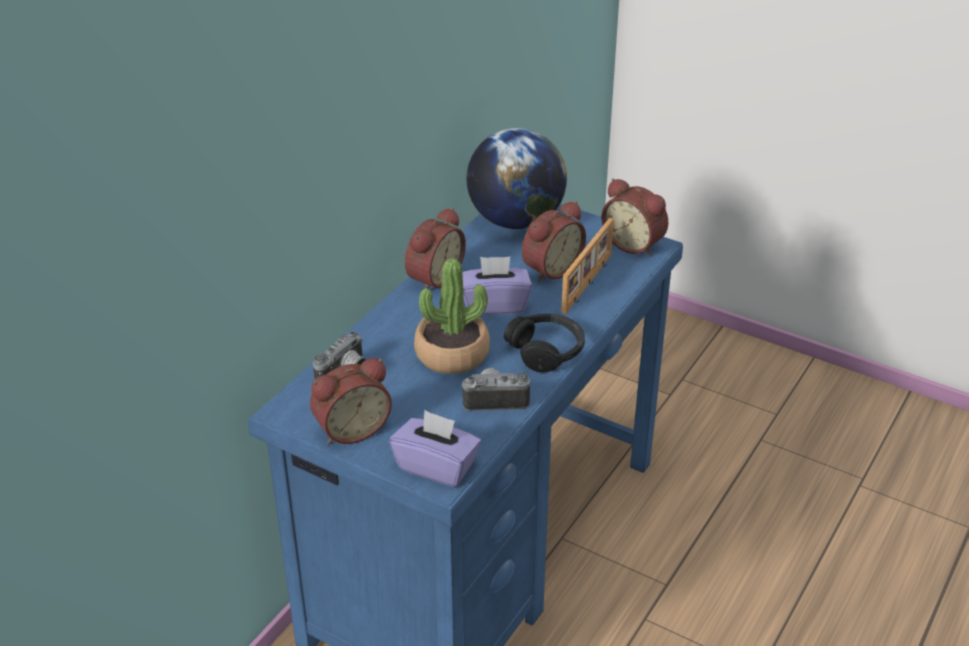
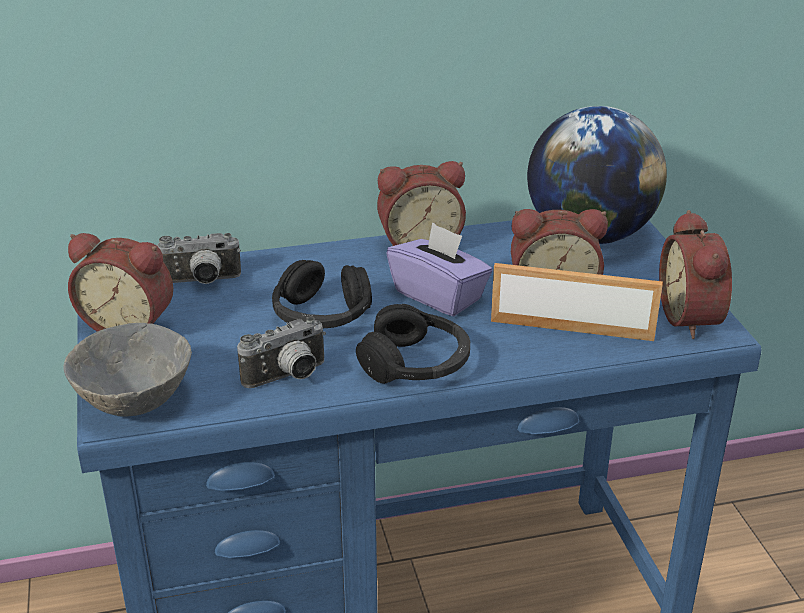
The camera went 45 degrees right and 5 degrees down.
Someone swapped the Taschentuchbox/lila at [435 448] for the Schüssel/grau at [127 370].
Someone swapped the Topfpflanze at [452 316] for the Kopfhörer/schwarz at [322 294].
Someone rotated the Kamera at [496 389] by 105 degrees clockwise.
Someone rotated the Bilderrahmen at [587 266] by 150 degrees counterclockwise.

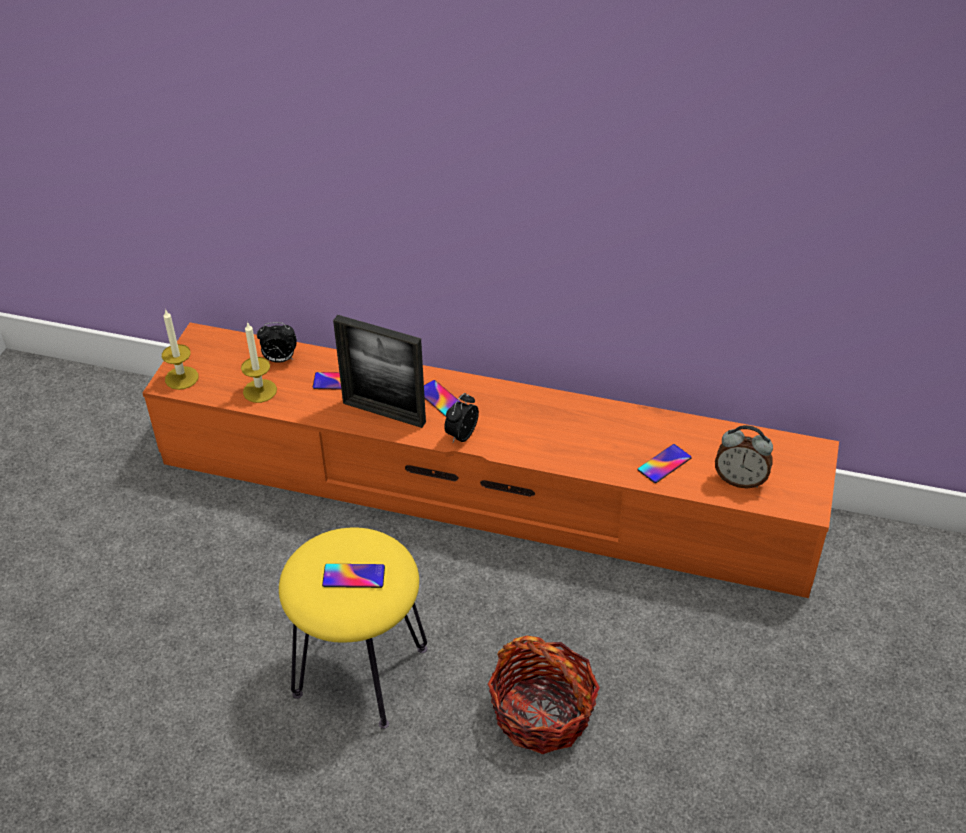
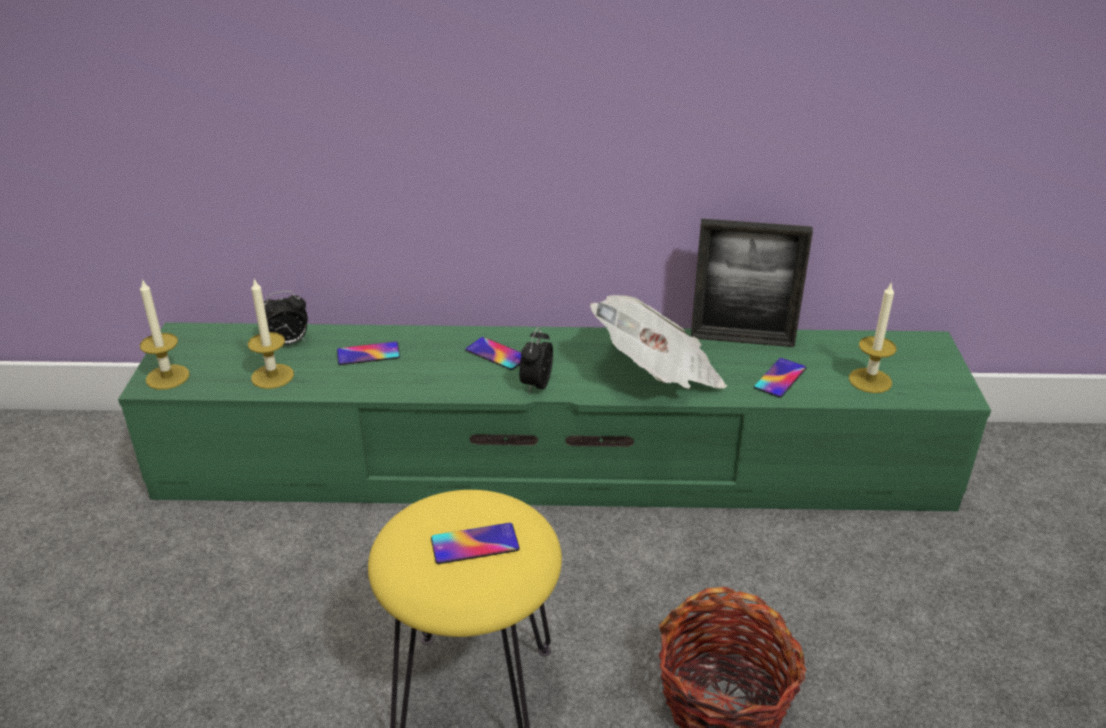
The camera went 15 degrees left and 10 degrees down.
Someone put down the Zeitung at [658 342].
Someone carried the Bilderrahmen from [379 371] to [752 283].
Someone swapped the Wecker at [744 456] for the Kerze at [872 337].
Someone repainted the Fernsehschrank/orange at [491 460], which became the Fernsehschrank/grün at [554 416].

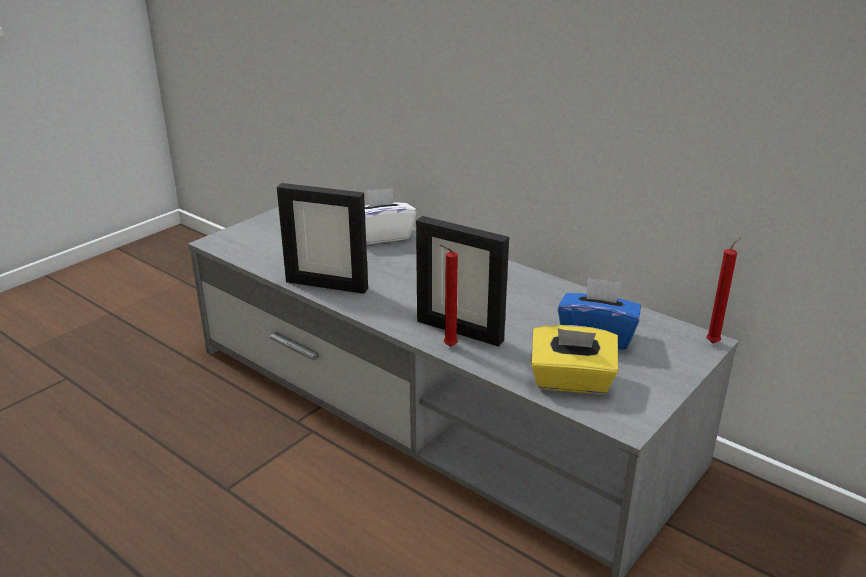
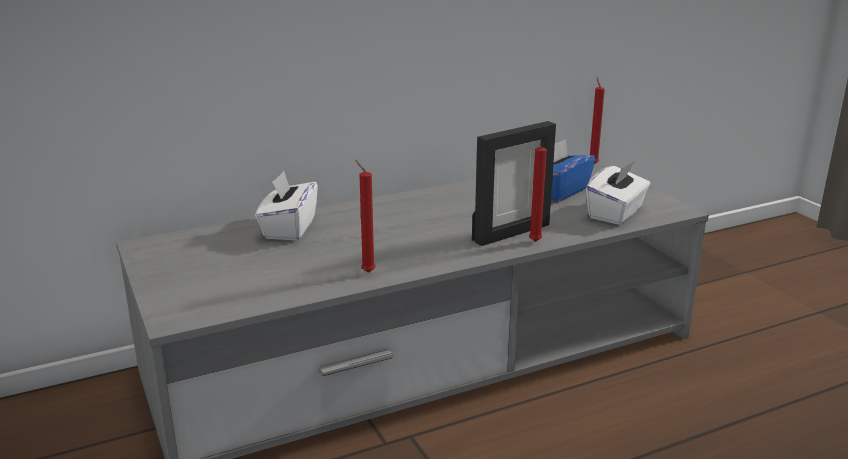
The camera went 65 degrees left and 5 degrees down.
Someone swapped the Bilderrahmen at [322 238] for the Kerze/rot at [365 216].
Someone repainted the Taschentuchbox/gelb at [574 359], which became the Taschentuchbox/weiß at [618 193].

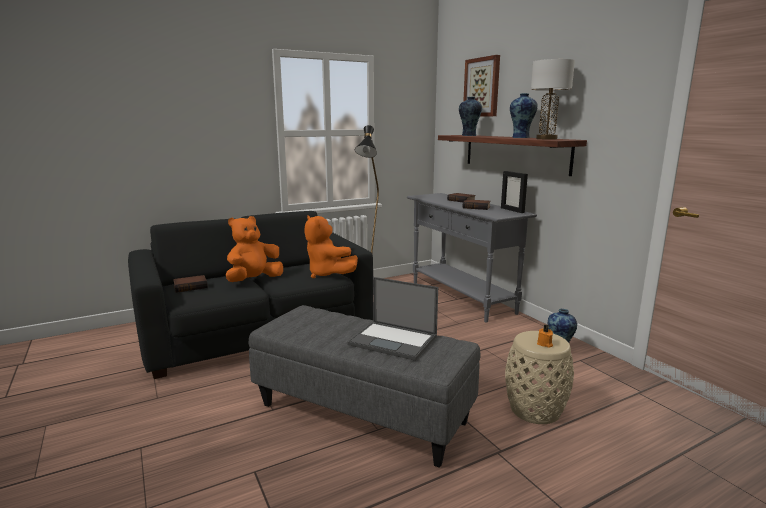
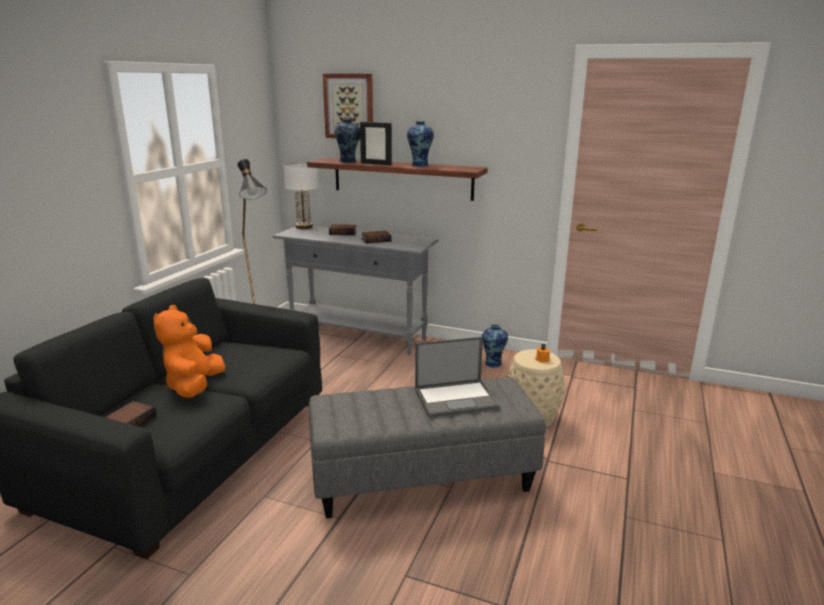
The camera went 40 degrees left and 5 degrees up.
Someone took away the Plüschtier/orange at [331 246].
Someone carried the Bilderrahmen from [514 192] to [376 143].
Someone carried the Tischlampe from [553 99] to [301 196].

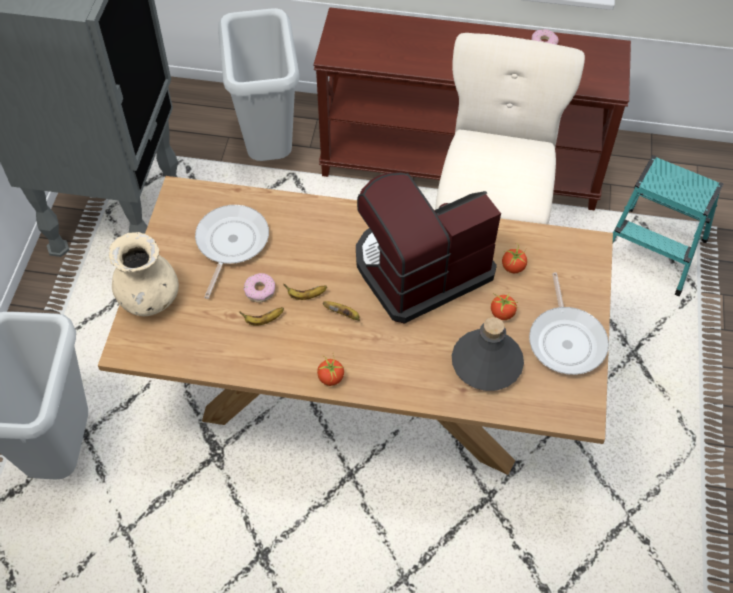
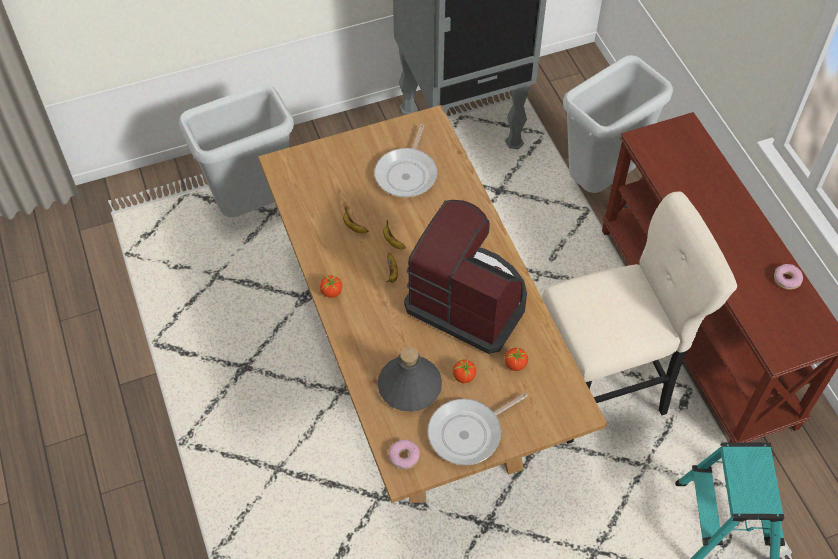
The camera went 60 degrees right and 0 degrees up.
Someone took away the Vase/beige at [144 274].
Someone carried the Donut from [259 288] to [404 455].
Someone rotated the Pfanne at [232 252] by 120 degrees clockwise.

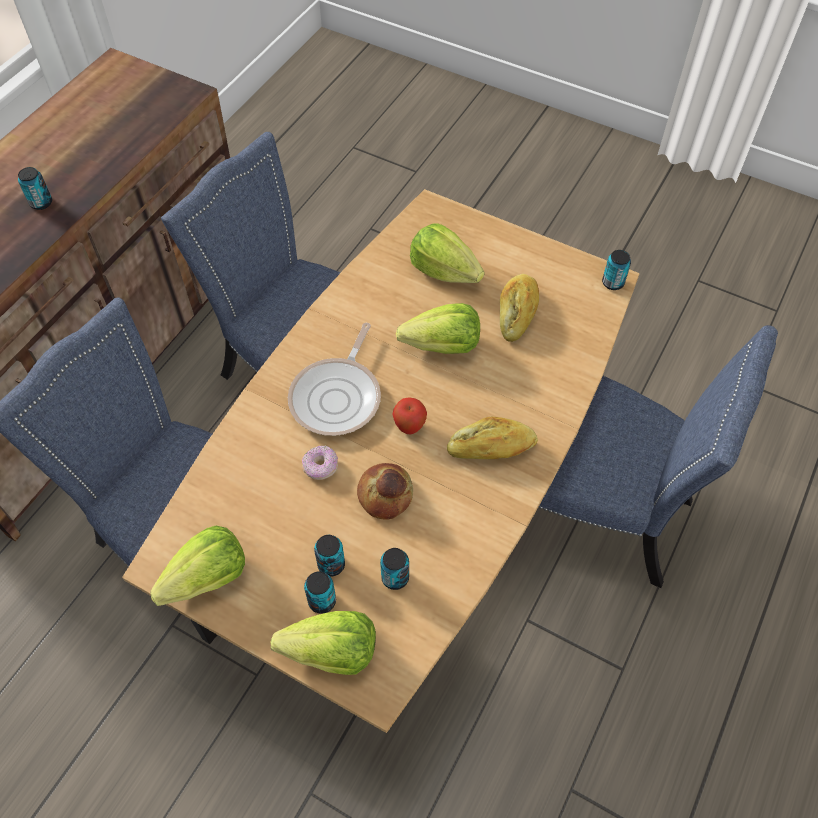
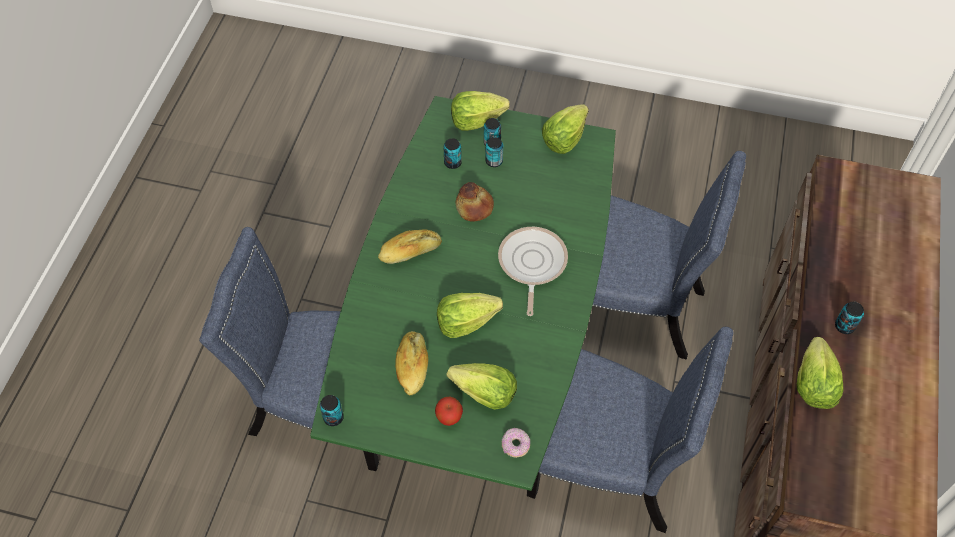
The camera went 165 degrees right and 0 degrees up.
Someone put down the Salatkopf at [820 373].
Someone carried the Donut from [320 462] to [516 443].
Someone carried the Apfel from [410 416] to [449 411].
Someone repainted the Esstisch/braun at [381 461], which became the Esstisch/grün at [463 293].

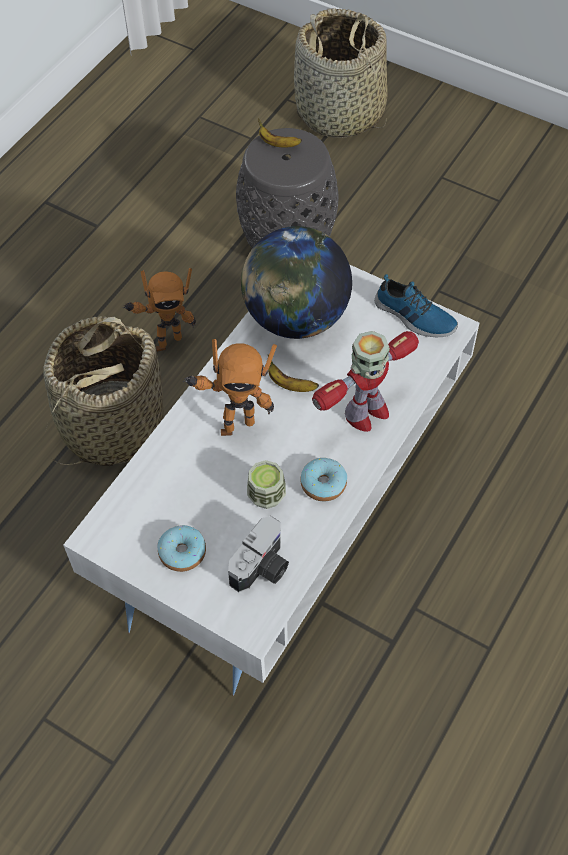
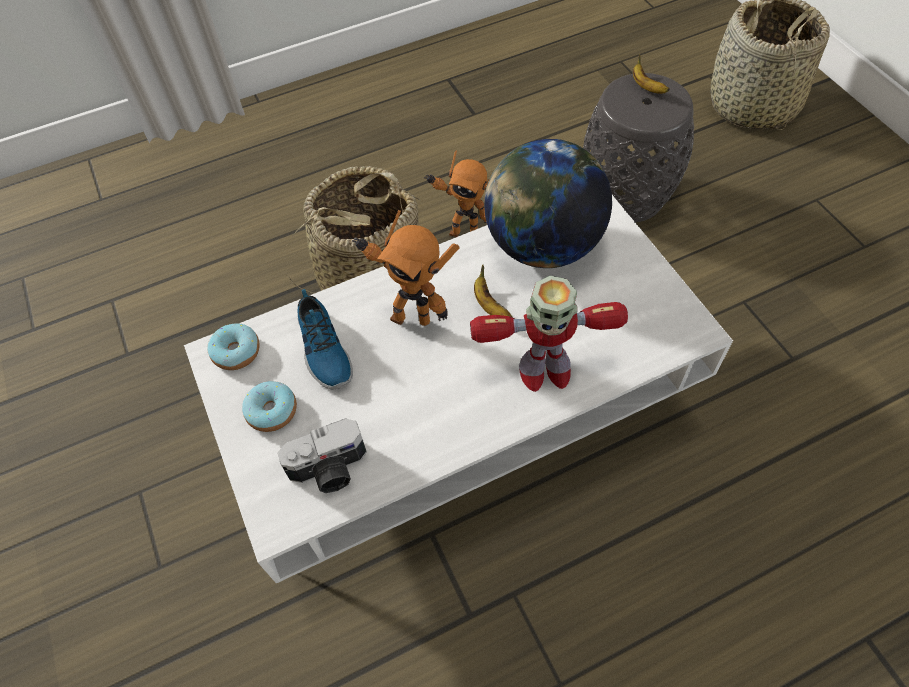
The camera went 35 degrees right and 0 degrees up.
Someone took away the Tasse at [266 484].
Someone carried the Donut from [323 479] to [233 347].
Someone carried the Schuh from [416 305] to [325 339].

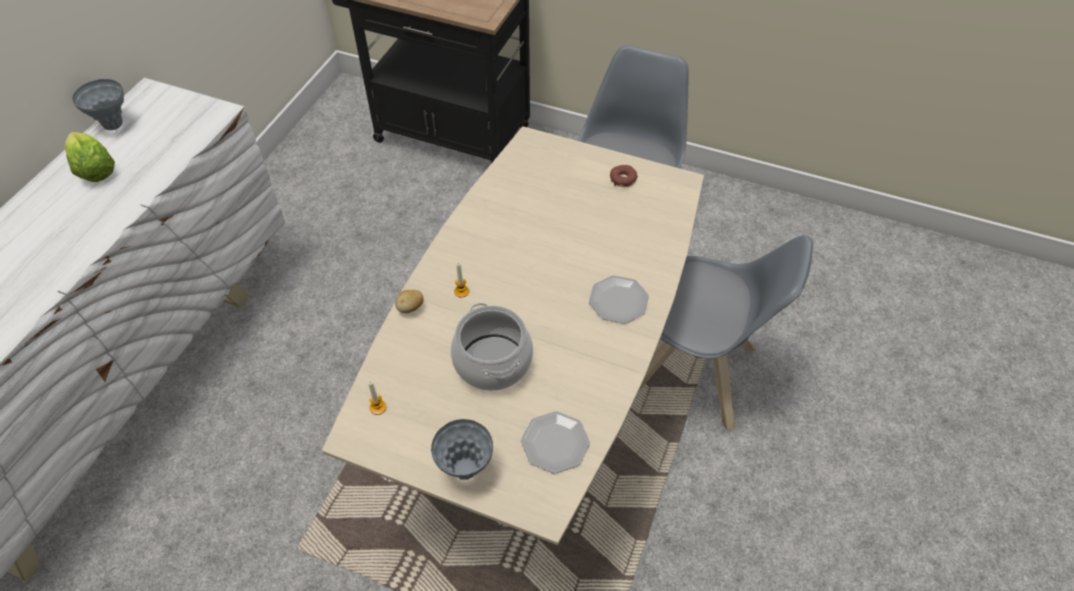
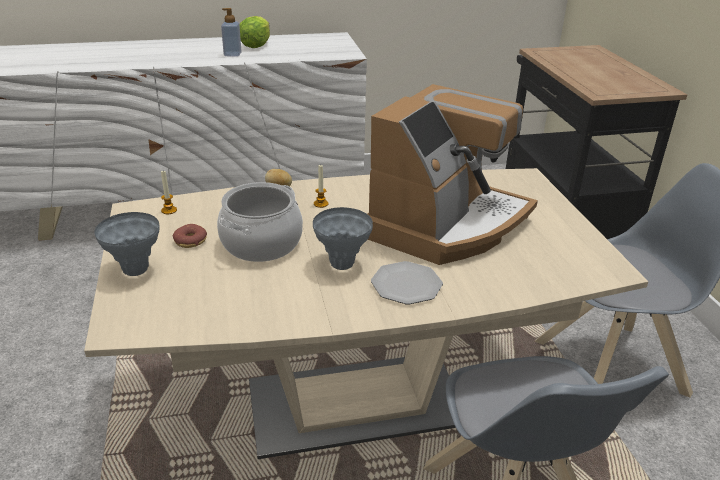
The camera went 55 degrees right and 20 degrees down.
Someone took away the Teller at [555 442].
Someone put down the Seifenspender at [231 32].
Someone put down the Kaffeemaschine at [452 174].
Someone carried the Vase/grau from [98 104] to [343 238].
Someone carried the Donut from [624 176] to [190 236].

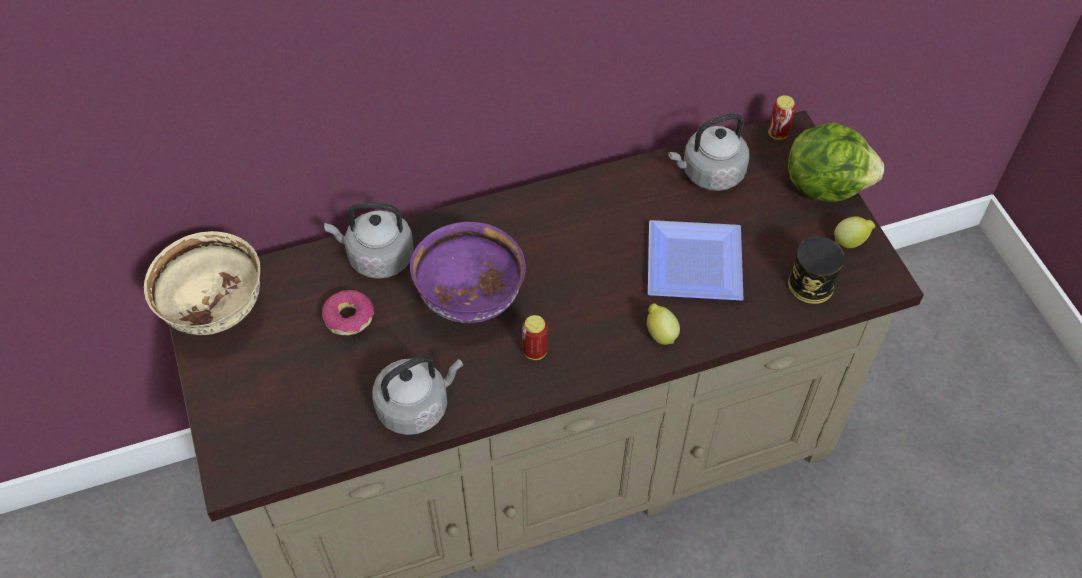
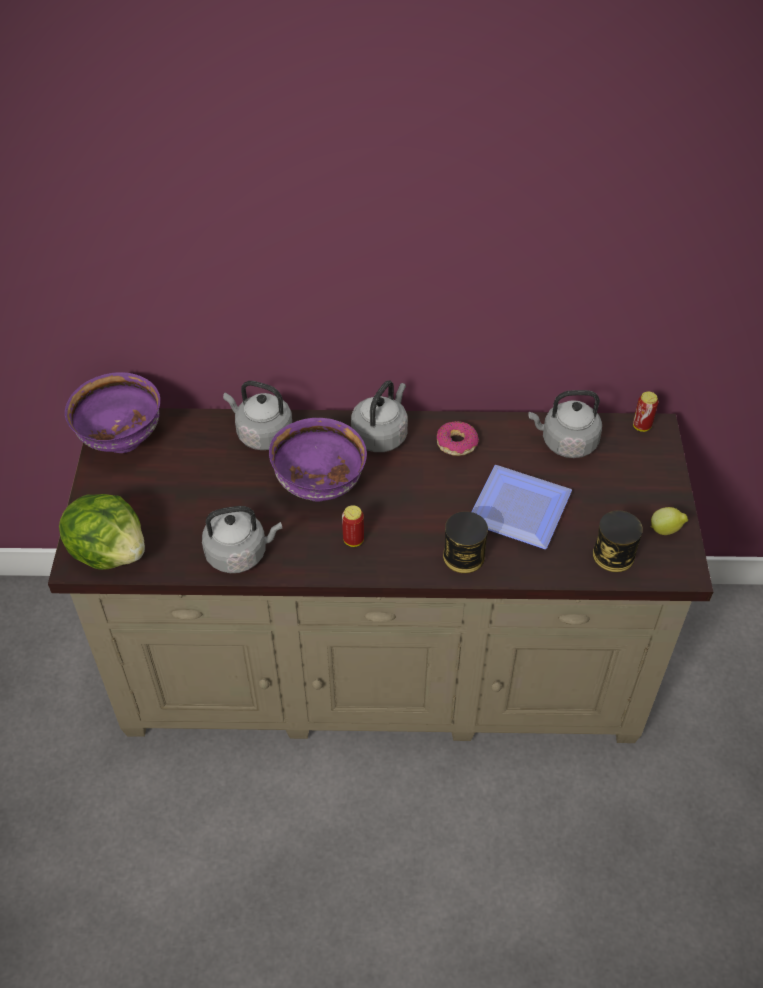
The camera went 20 degrees right and 5 degrees down.
Someone put down the Wasserkessel/grau at [379 416].
Someone carried the Donut from [348 312] to [458 438].
Someone carried the Salatkopf from [836 162] to [102 532].
Someone swapped the Zitrone at [663 324] for the Dose at [465 542].
Someone repainted the Schüssel/beige at [202 283], which became the Schüssel/lila at [112 412].

